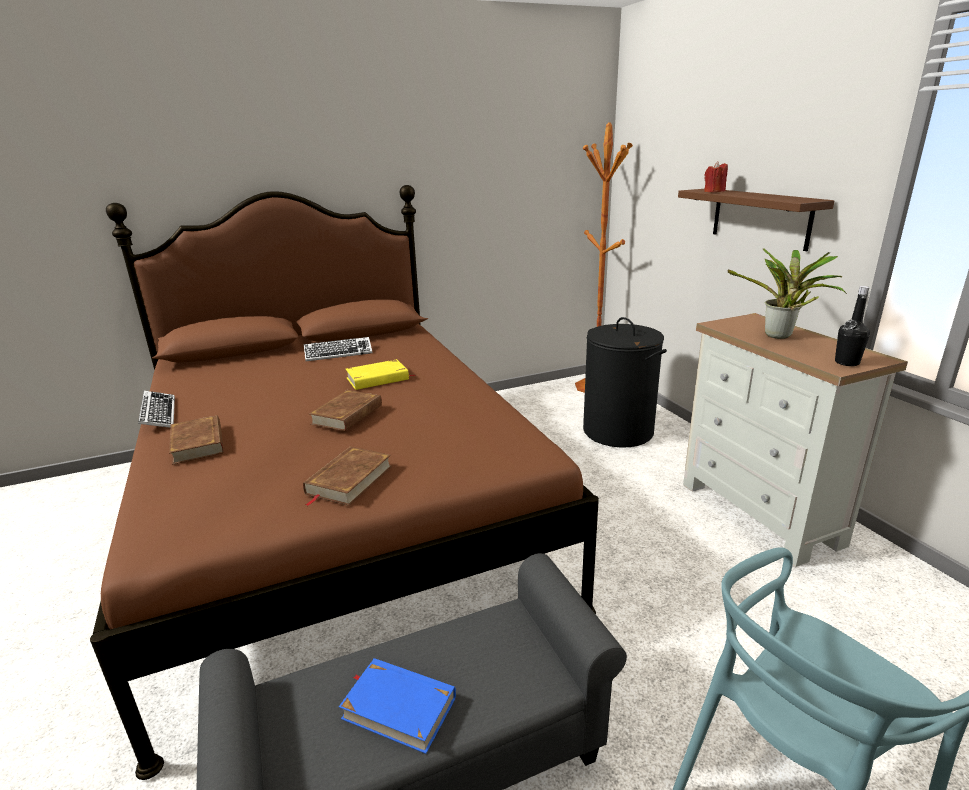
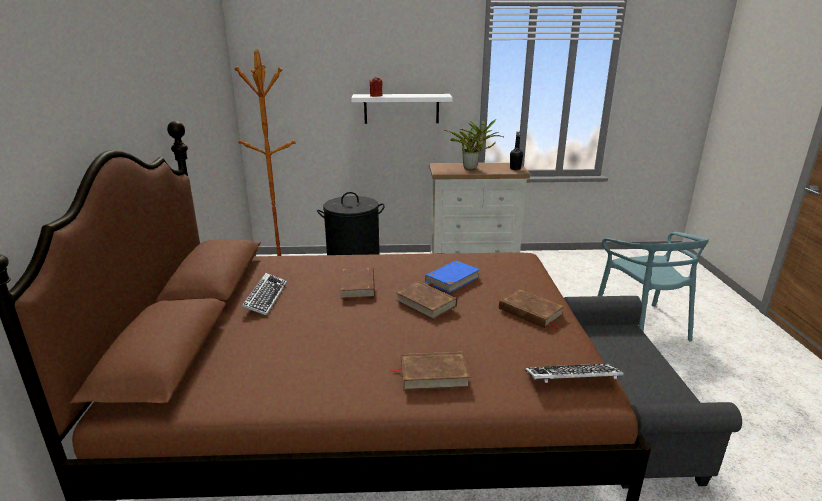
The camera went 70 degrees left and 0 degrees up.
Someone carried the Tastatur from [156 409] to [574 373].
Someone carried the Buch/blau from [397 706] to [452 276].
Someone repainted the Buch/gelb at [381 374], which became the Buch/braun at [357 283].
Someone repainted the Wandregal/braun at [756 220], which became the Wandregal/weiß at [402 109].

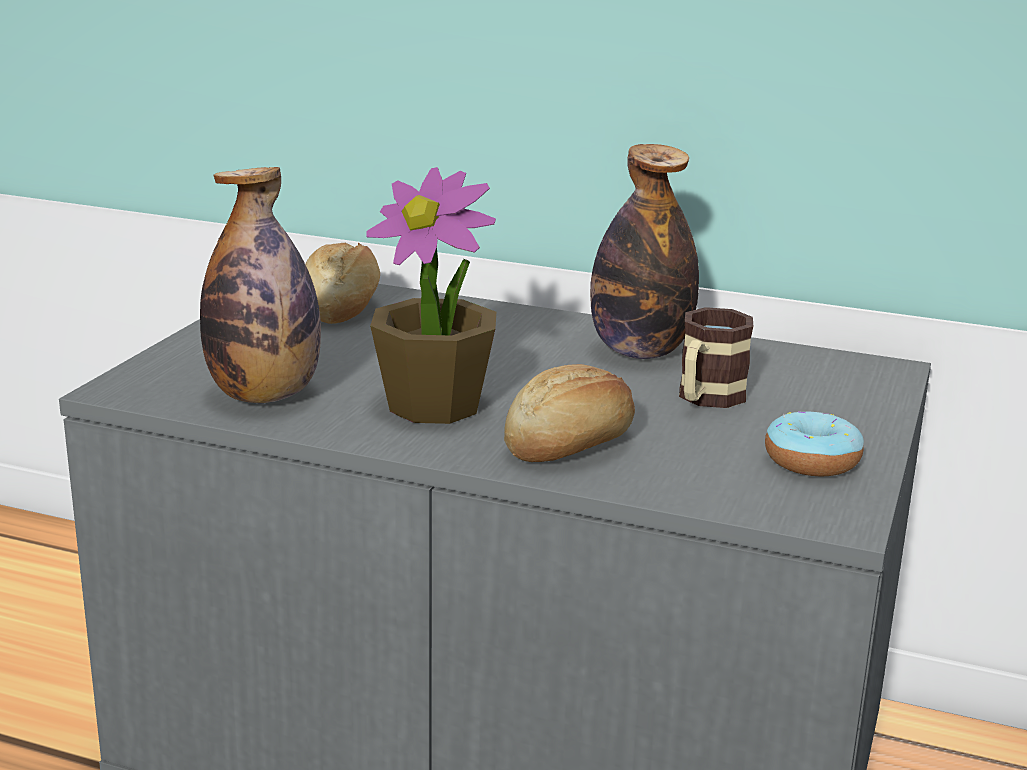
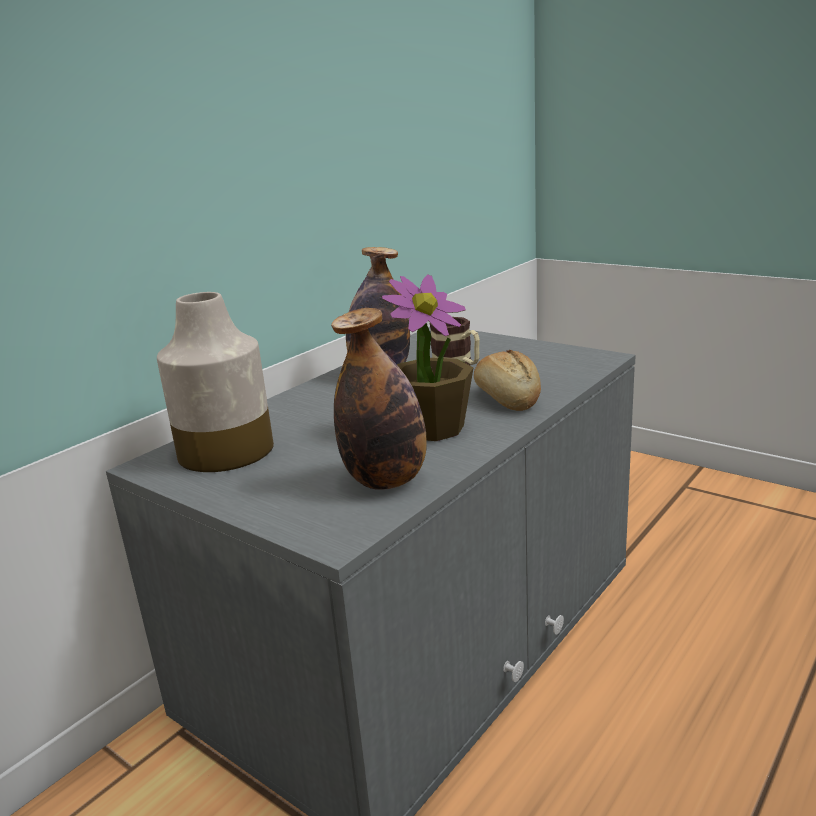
The camera went 70 degrees left and 0 degrees up.
Someone took away the Donut at [814 443].
Someone swapped the Brot at [342 283] for the Vase/beige at [215 382].

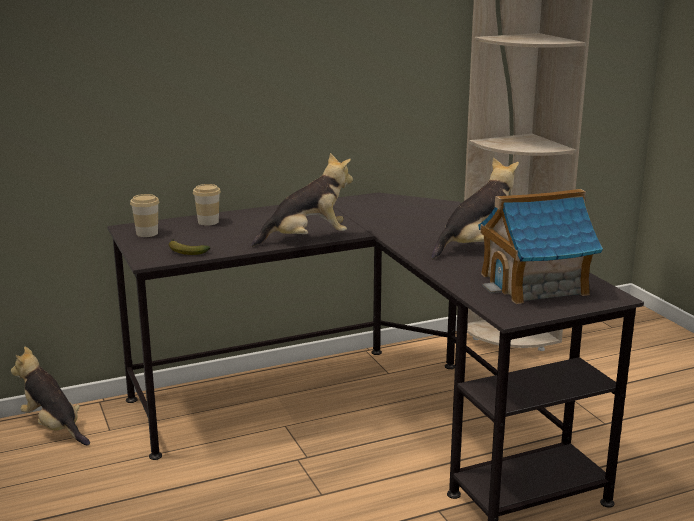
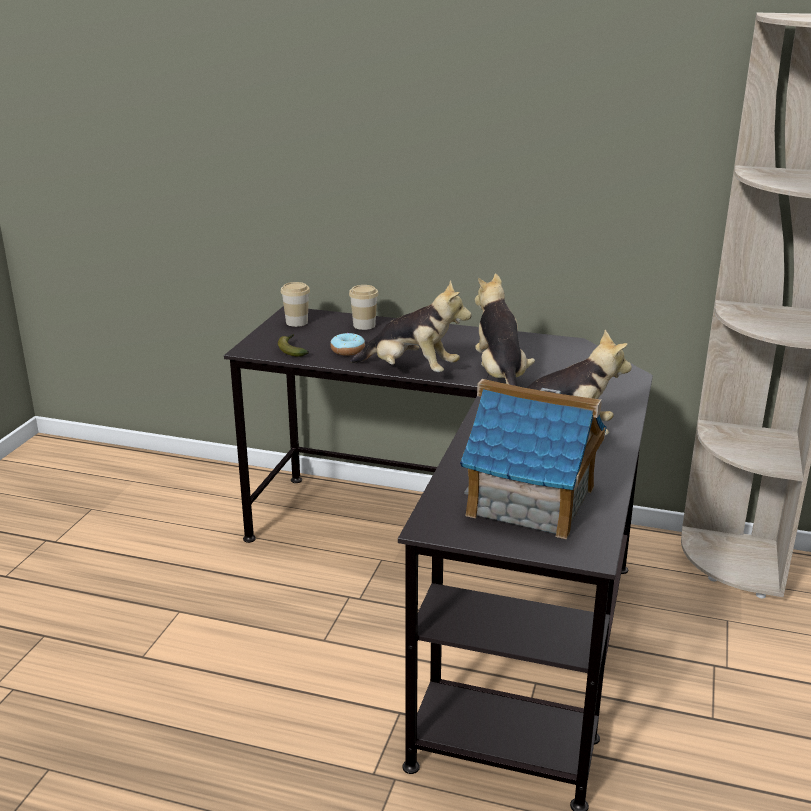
The camera went 40 degrees right and 5 degrees up.
Someone put down the Donut at [347 344].
Someone carried the Plüschtier from [50 396] to [505 329].

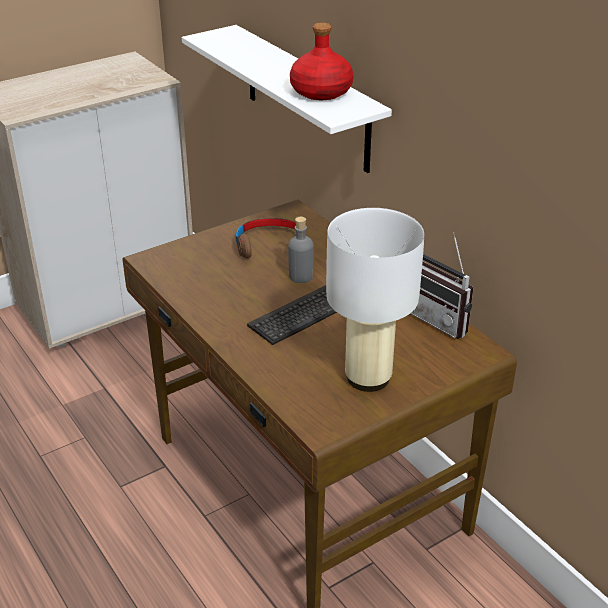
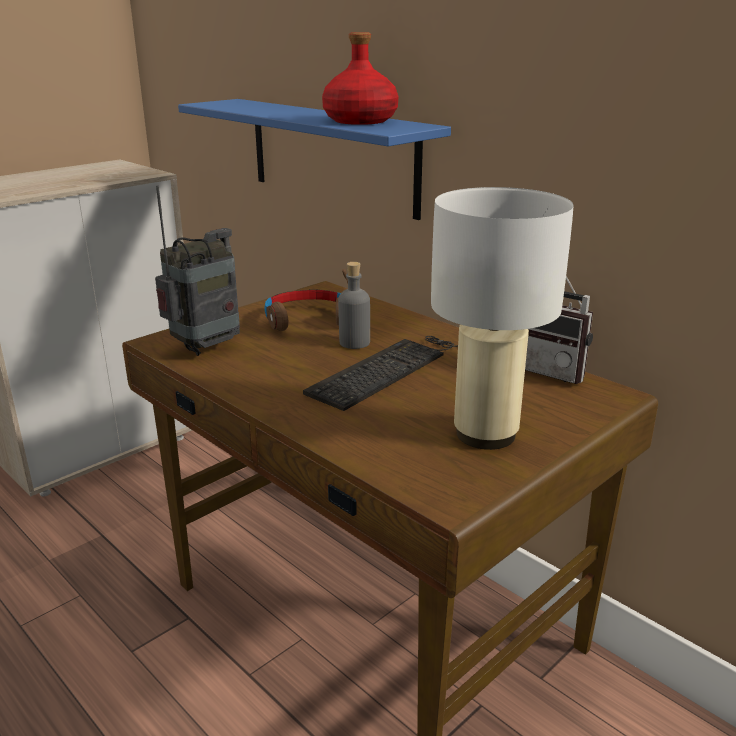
The camera went 10 degrees left and 10 degrees down.
Someone put down the Radio at [197 270].
Someone repainted the Wandregal/weiß at [287 99], which became the Wandregal/blau at [314 159].

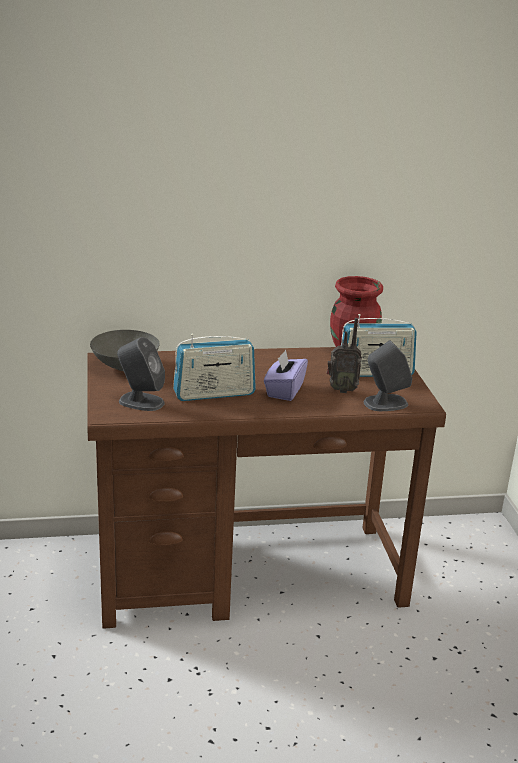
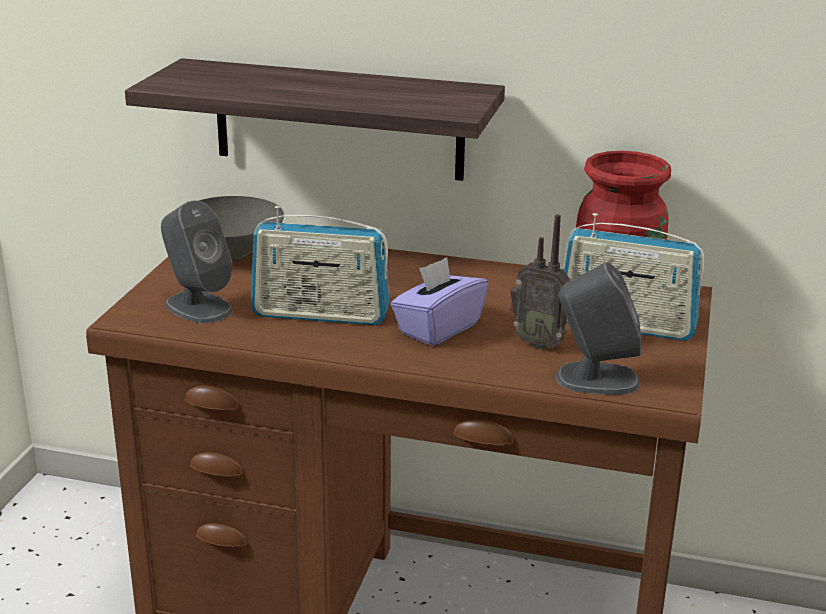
The camera went 25 degrees right and 0 degrees up.
Someone put up the Wandregal at [315 119].

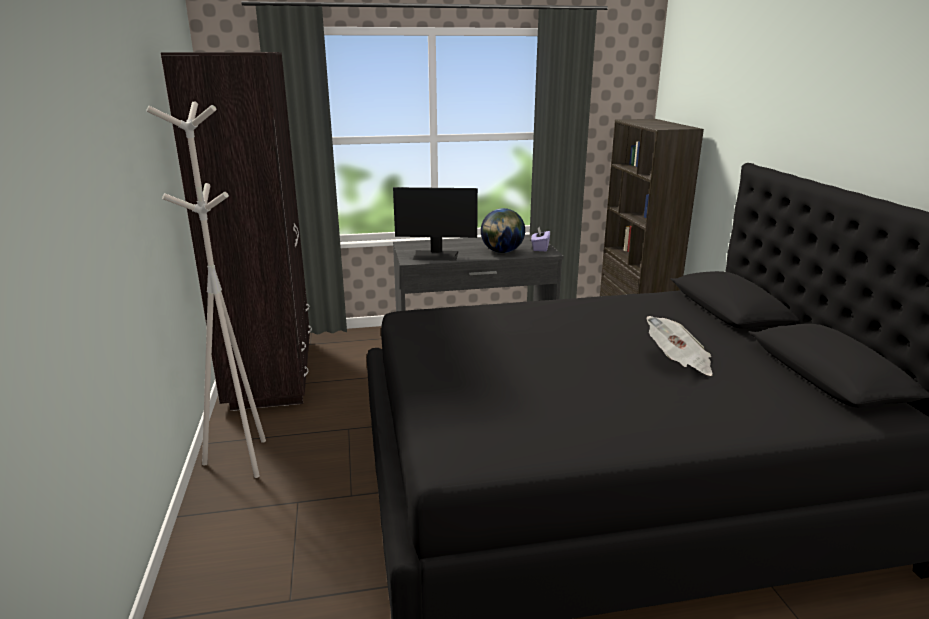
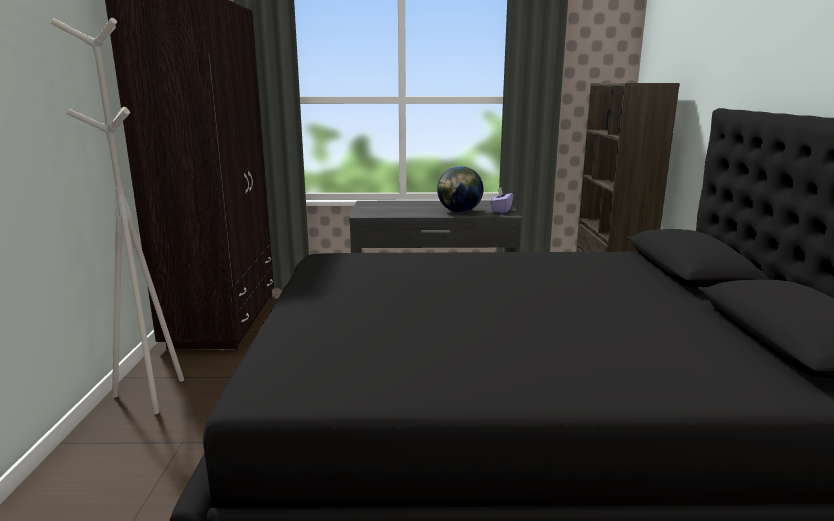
The camera went 10 degrees right and 5 degrees down.
Someone took away the Monitor at [435 224].
Someone took away the Zeitung at [679 346].

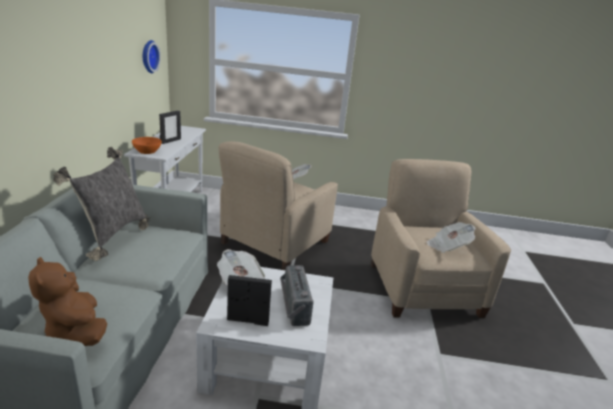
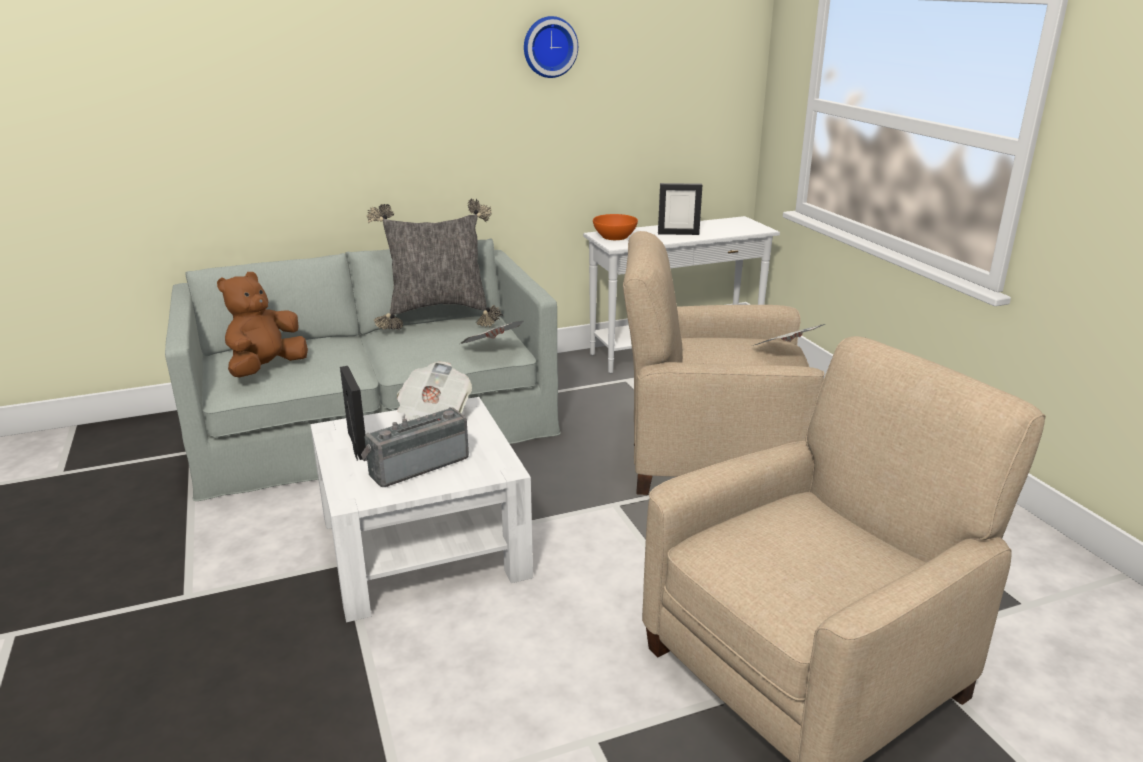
The camera went 65 degrees right and 0 degrees up.
Someone carried the Wanduhr from [152 56] to [551 47].
Someone carried the Zeitung from [451 237] to [492 332].

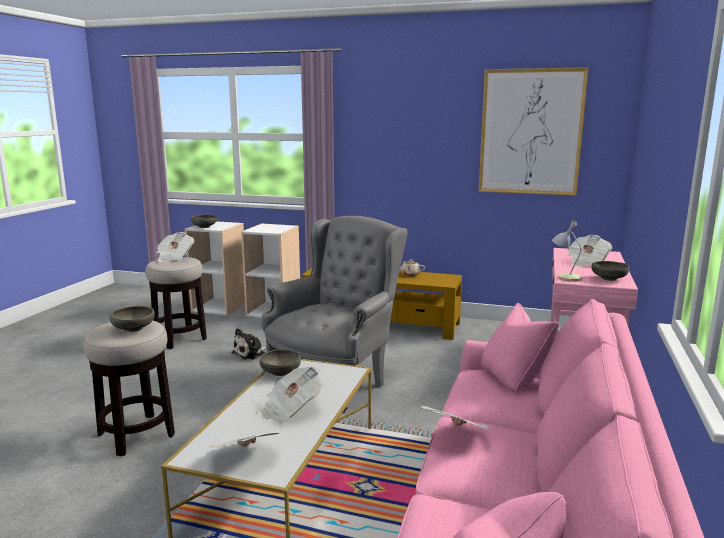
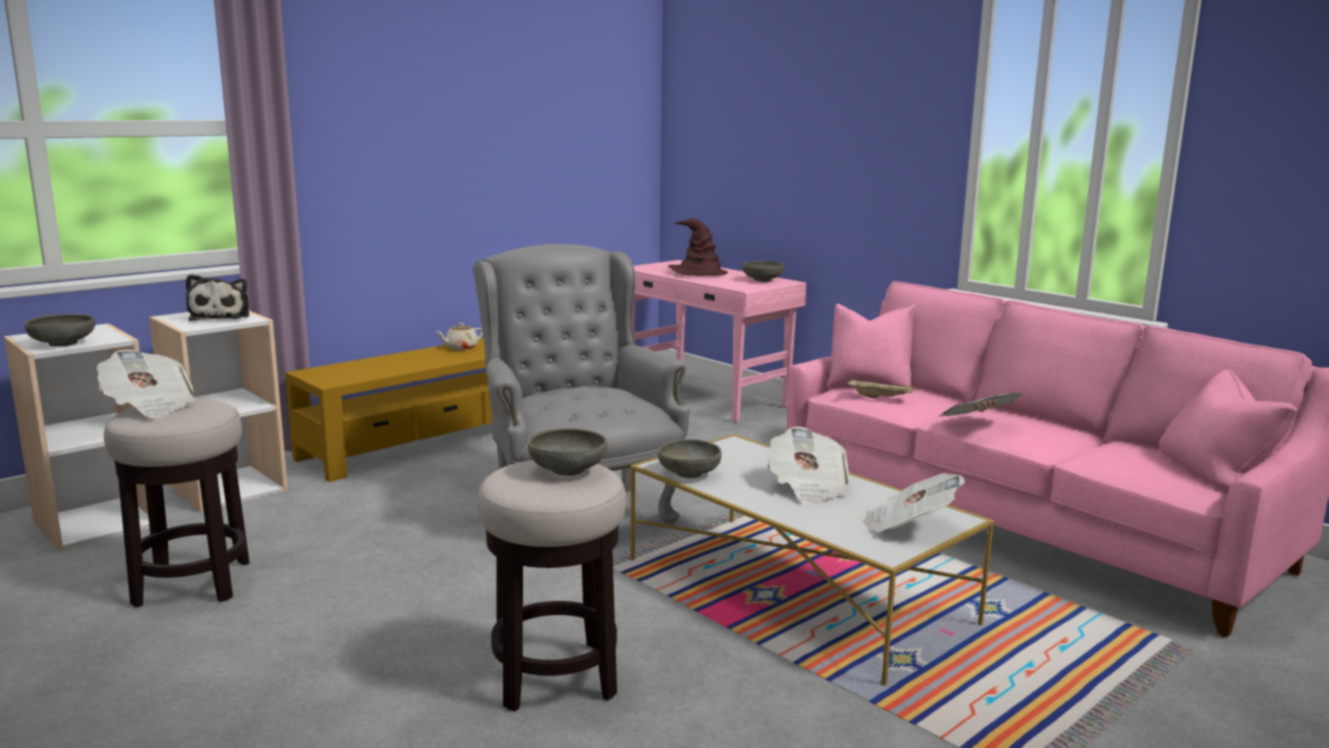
The camera went 60 degrees left and 0 degrees up.
Someone took away the Bild at [533 131].
Someone took away the Tischlampe at [567 250].
Someone put down the Tablett/beige at [880 389].
Someone carried the Plüschtier from [249 344] to [217 297].
Someone swapped the Zeitung at [590 251] for the Hut/braun at [698 247].

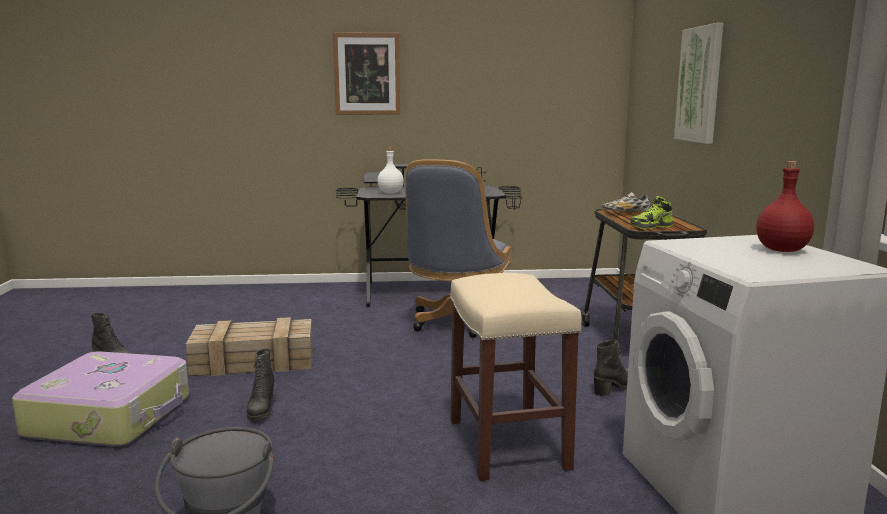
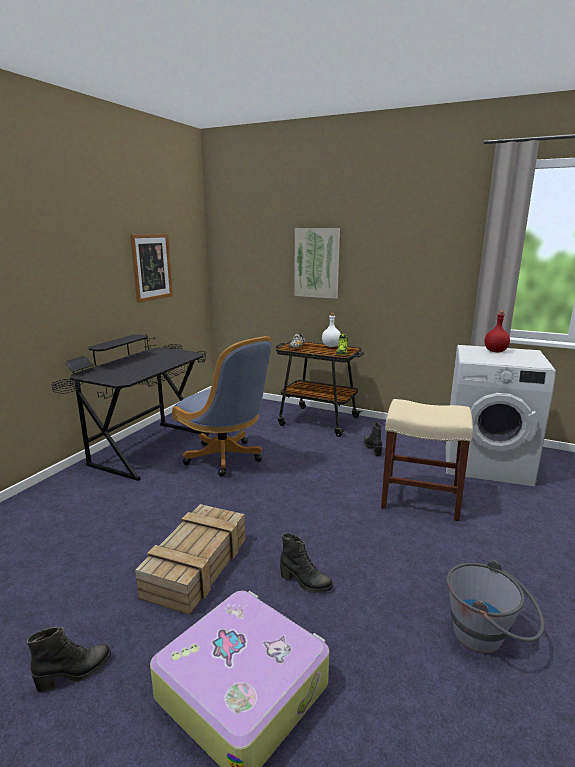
The camera went 60 degrees left and 5 degrees up.
Someone carried the Bild from [366 73] to [151 268].
Someone carried the Flasche/weiß from [390 170] to [331 330].

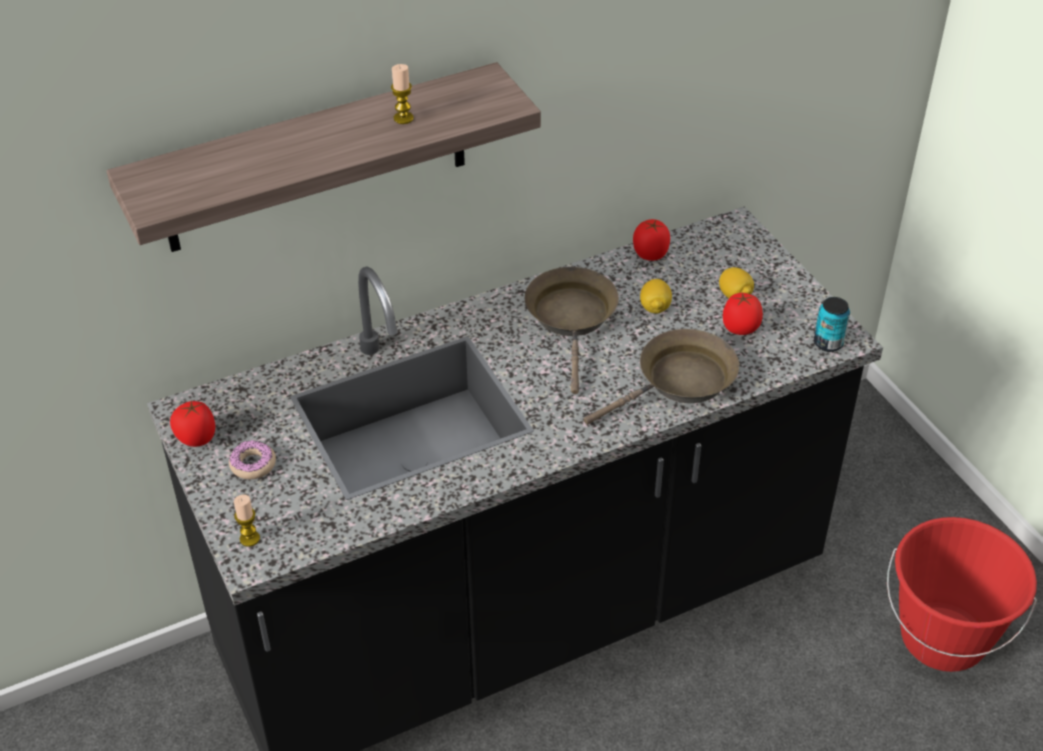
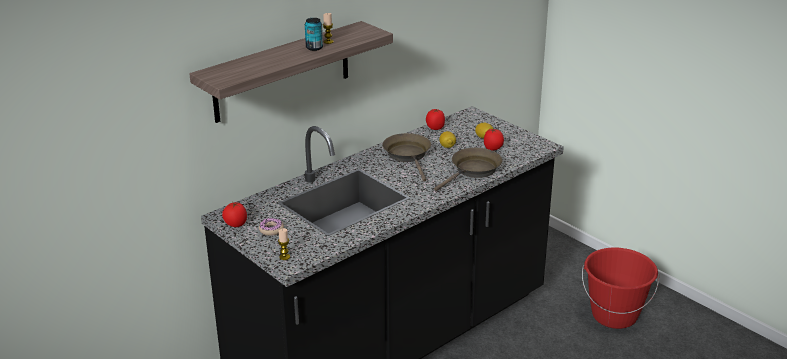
The camera went 15 degrees left and 15 degrees down.
Someone carried the Dose from [832 324] to [314 34].

